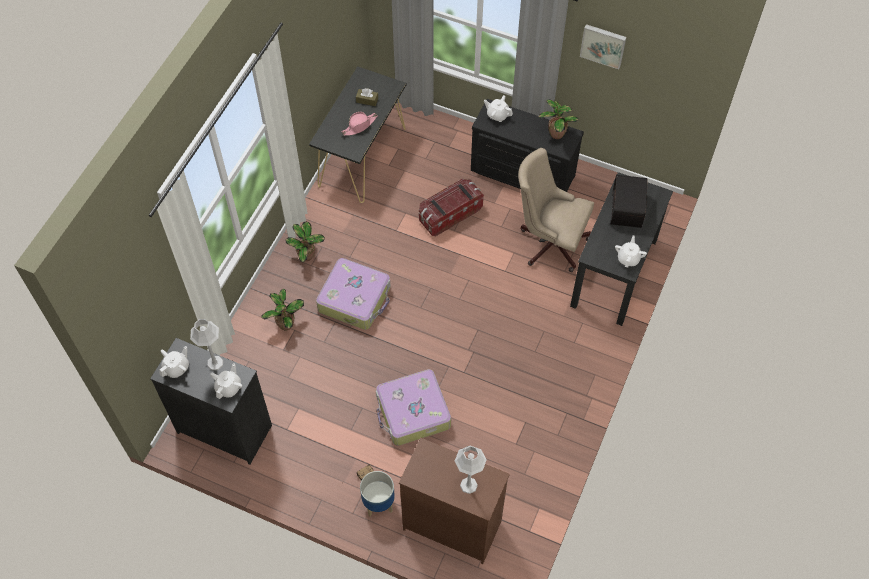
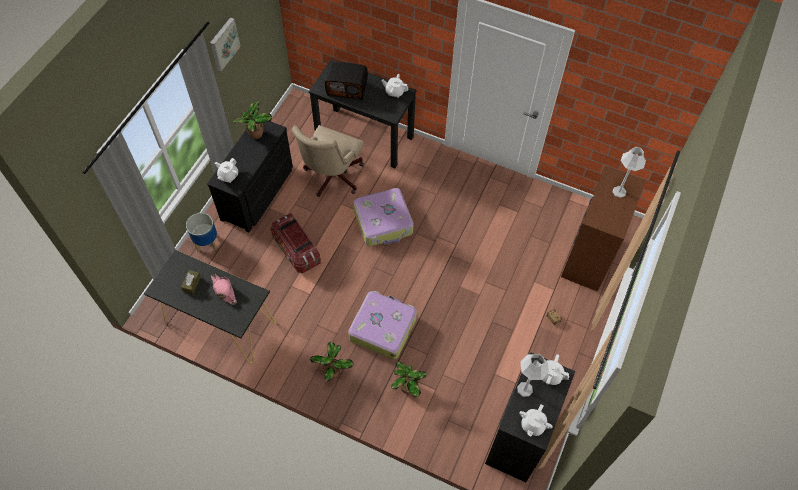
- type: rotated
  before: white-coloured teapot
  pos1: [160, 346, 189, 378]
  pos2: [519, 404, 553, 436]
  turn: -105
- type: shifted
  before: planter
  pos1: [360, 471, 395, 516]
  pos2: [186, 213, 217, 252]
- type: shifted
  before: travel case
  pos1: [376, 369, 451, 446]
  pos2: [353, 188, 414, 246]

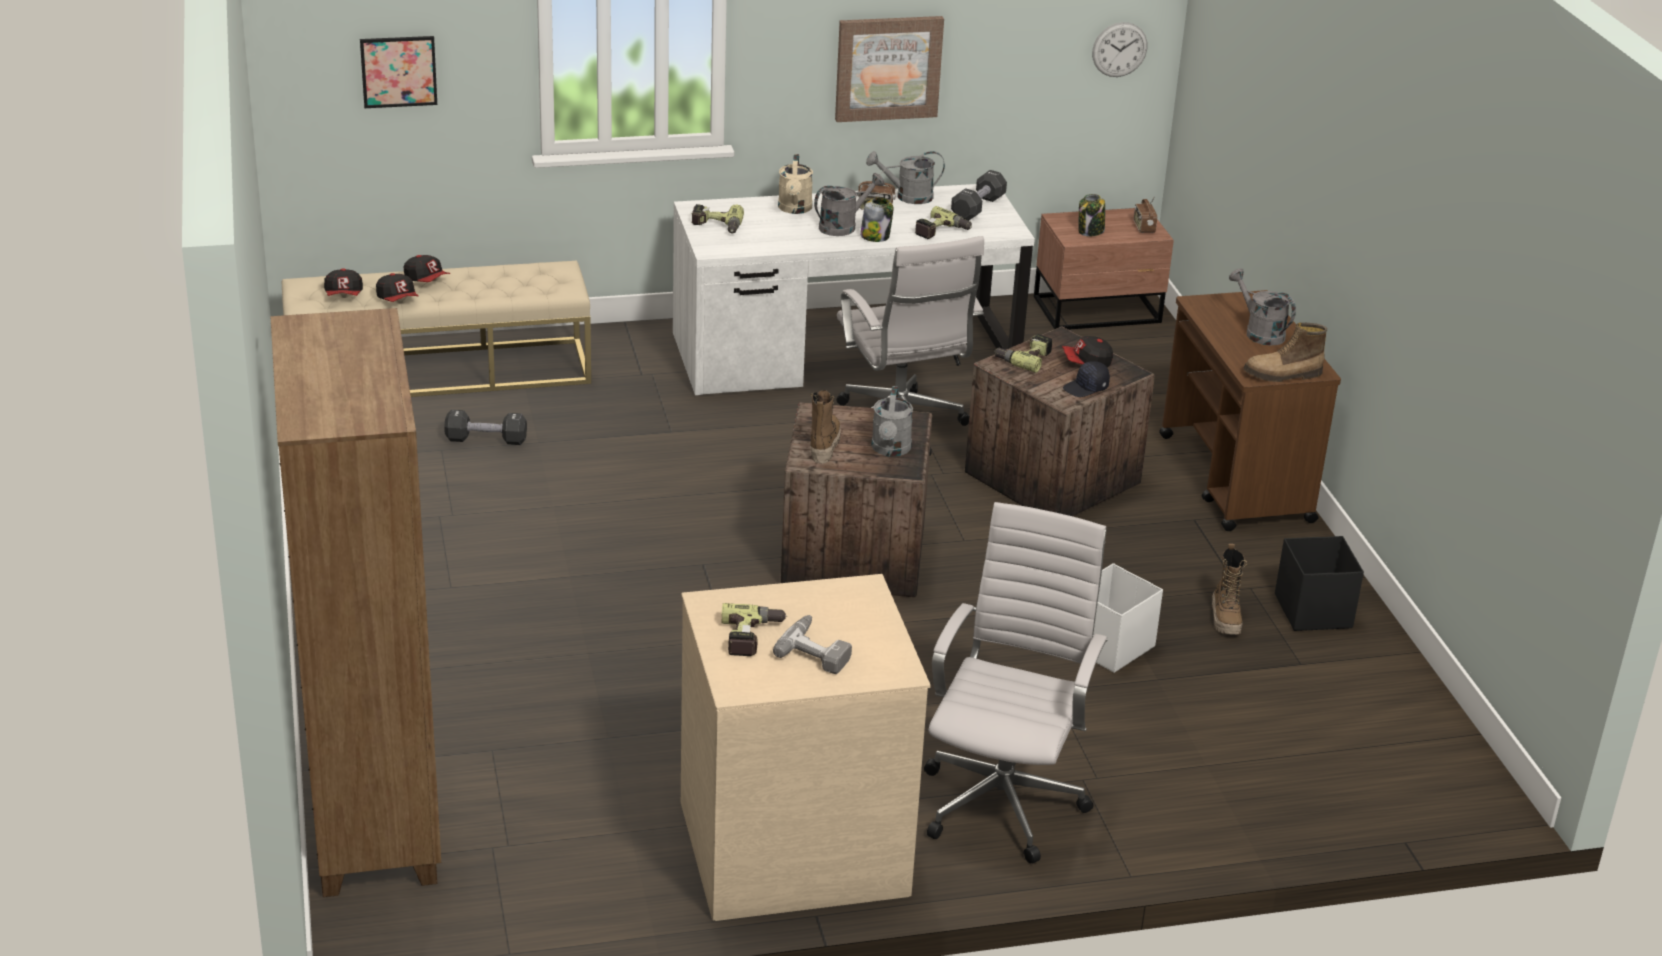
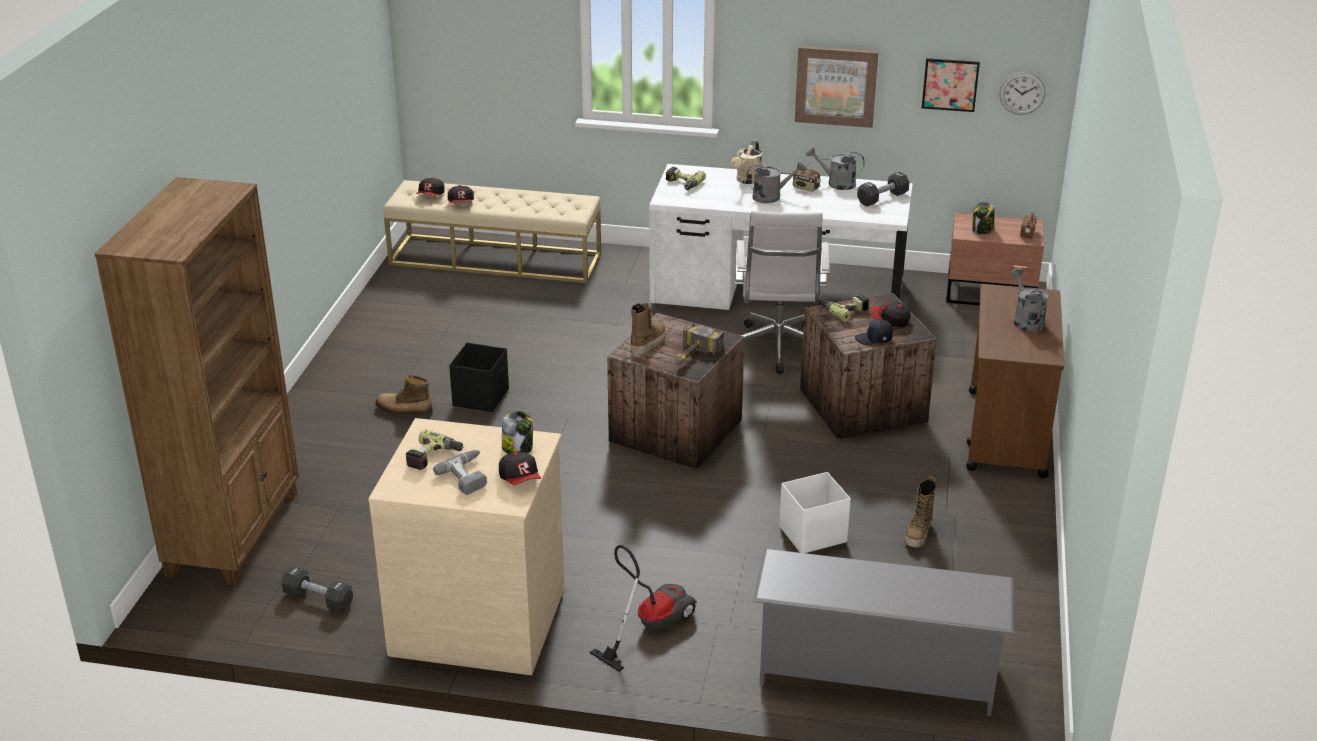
- type: shifted
  before: wall picture
  pos1: [360, 36, 437, 108]
  pos2: [922, 58, 980, 112]
- type: shifted
  before: baseball cap
  pos1: [404, 255, 450, 282]
  pos2: [499, 452, 541, 485]
- type: shifted
  before: black-coloured dumbbell
  pos1: [444, 410, 527, 445]
  pos2: [282, 566, 353, 612]
- type: shifted
  before: jar
  pos1: [860, 197, 894, 242]
  pos2: [502, 411, 533, 454]
- type: swapped
  before: grey watering can
  after: tool hammer
  pos1: [871, 386, 913, 457]
  pos2: [675, 323, 724, 364]
- type: gone
  before: drill
  pos1: [915, 206, 972, 239]
- type: swapped
  before: white-coloured desk chair
  after: vacuum cleaner
  pos1: [924, 502, 1108, 863]
  pos2: [589, 545, 697, 672]
- type: shifted
  before: tall boot
  pos1: [1243, 322, 1327, 382]
  pos2: [375, 375, 433, 417]
- type: shifted
  before: black-coloured storage container
  pos1: [1275, 536, 1364, 631]
  pos2: [449, 343, 509, 412]
- type: new
  after: grey shoe stand
  pos2: [753, 549, 1014, 716]

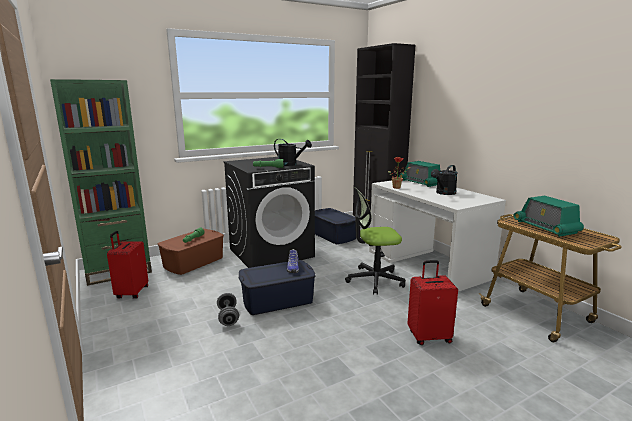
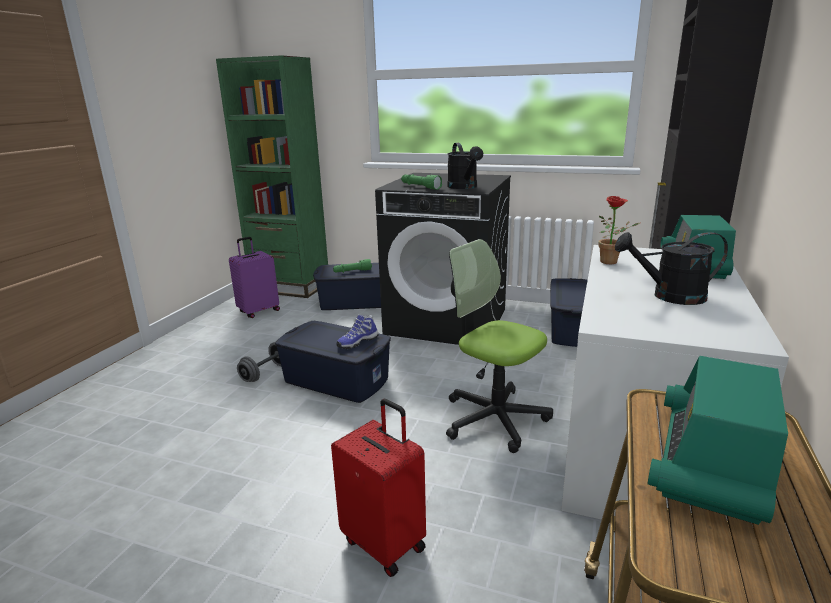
- type: repainted
  before: red travel case
  after: purplish travel case
  pos1: [107, 231, 148, 299]
  pos2: [229, 237, 280, 318]
- type: repainted
  before: brown-coloured storage container
  after: blue storage container
  pos1: [158, 229, 224, 275]
  pos2: [313, 263, 381, 310]

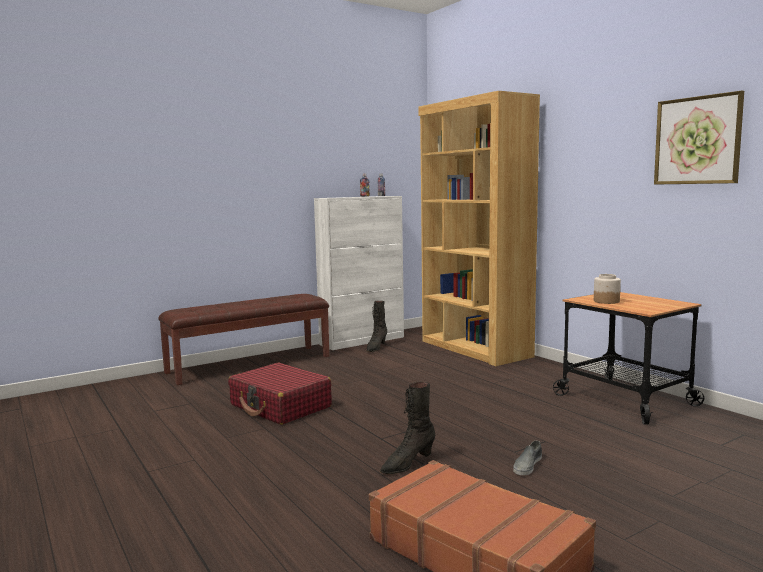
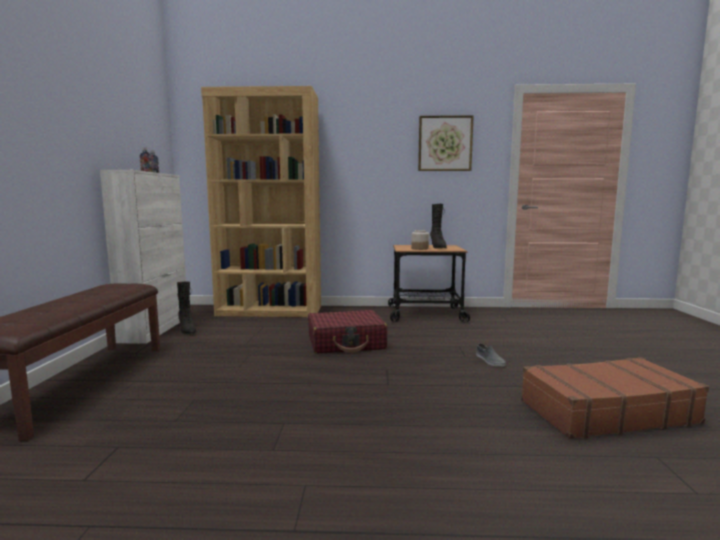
- type: shifted
  before: red travel case
  pos1: [228, 362, 332, 425]
  pos2: [308, 310, 387, 353]
- type: shifted
  before: black-coloured tall boot
  pos1: [380, 382, 435, 474]
  pos2: [430, 204, 447, 248]

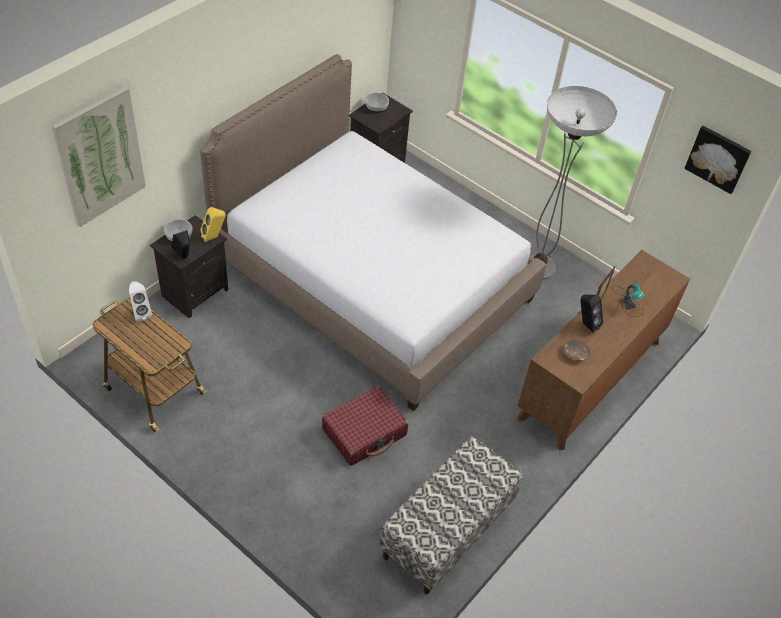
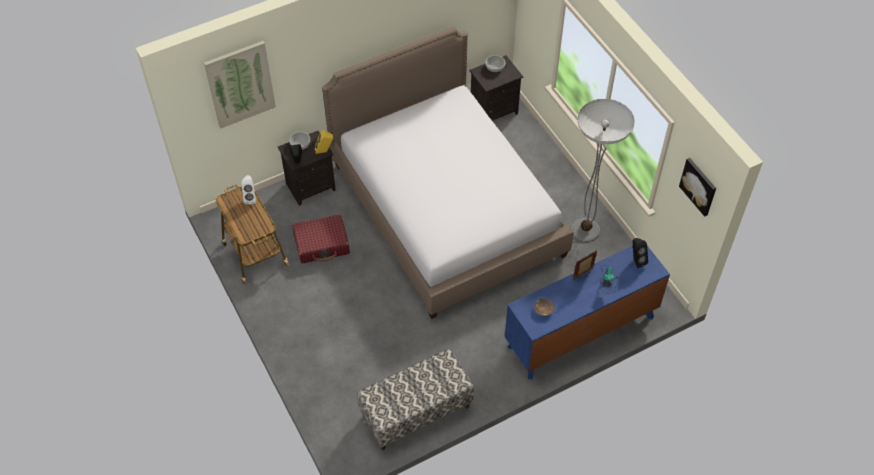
- type: shifted
  before: red travel case
  pos1: [322, 386, 408, 466]
  pos2: [292, 214, 350, 263]
- type: repainted
  before: brown-coloured dresser
  after: blue dresser
  pos1: [517, 250, 690, 451]
  pos2: [505, 246, 670, 379]
- type: shifted
  before: black-coloured loudspeaker
  pos1: [581, 295, 603, 333]
  pos2: [633, 238, 648, 268]

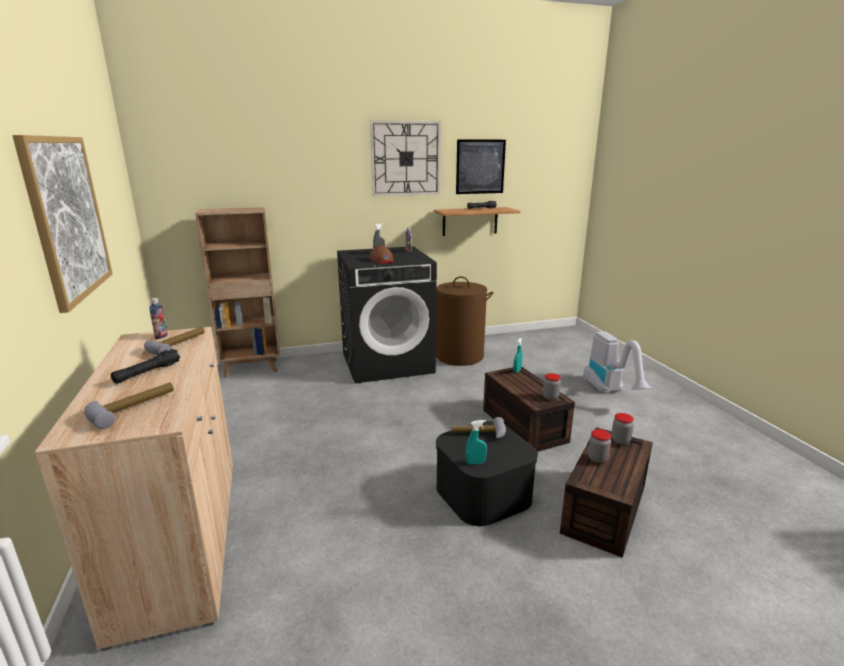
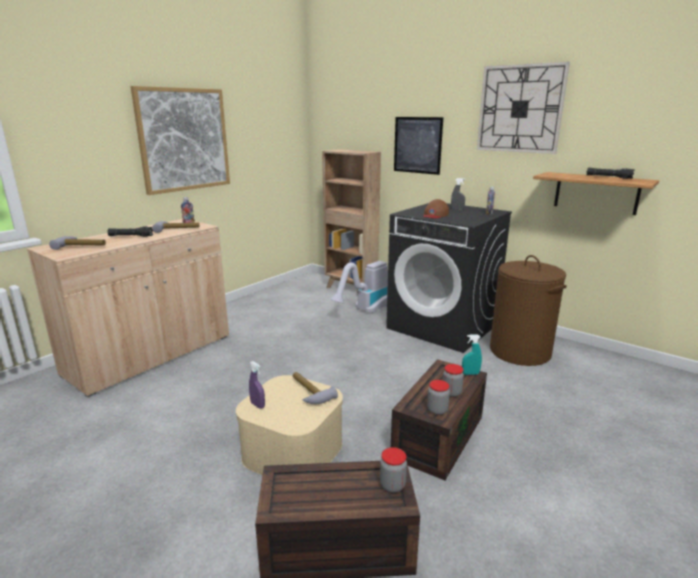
- type: repainted
  before: black-coloured storage container
  after: sand-coloured storage container
  pos1: [436, 421, 538, 526]
  pos2: [236, 375, 343, 475]
- type: shifted
  before: wall picture
  pos1: [456, 140, 506, 194]
  pos2: [394, 117, 443, 175]
- type: repainted
  before: turquoise-coloured sprayer
  after: purplish sprayer
  pos1: [466, 420, 487, 465]
  pos2: [249, 361, 265, 409]
- type: shifted
  before: vacuum cleaner
  pos1: [583, 331, 651, 392]
  pos2: [330, 261, 388, 314]
- type: shifted
  before: jar
  pos1: [588, 429, 611, 463]
  pos2: [443, 364, 464, 397]

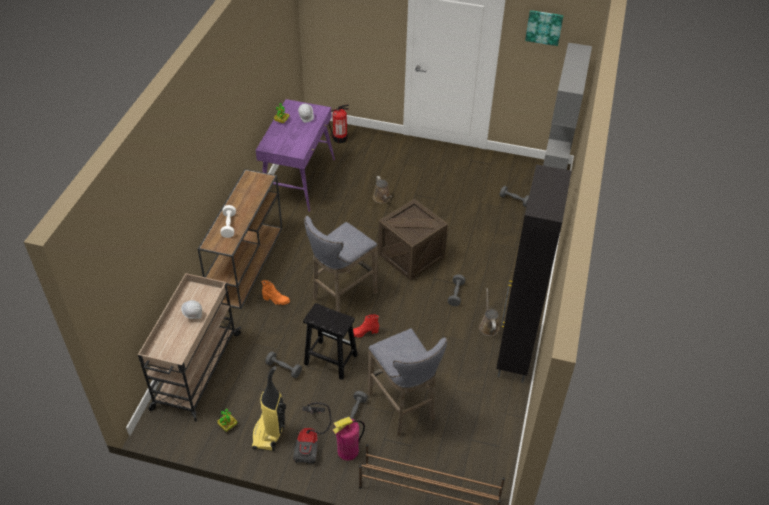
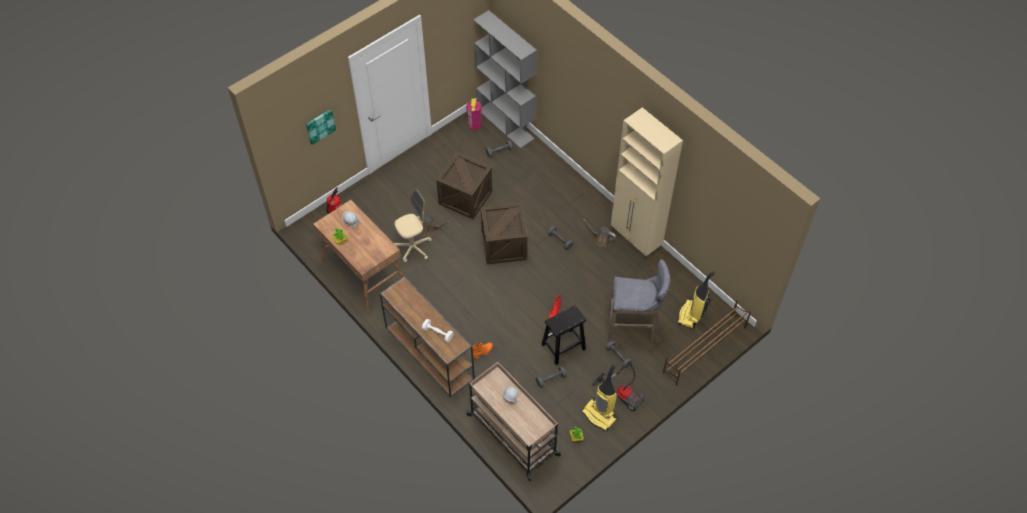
- type: repainted
  before: purplish desk table
  after: brown-coloured desk table
  pos1: [256, 99, 335, 212]
  pos2: [313, 200, 404, 310]
- type: gone
  before: grey sitting stool
  pos1: [304, 216, 378, 312]
- type: shifted
  before: fire extinguisher
  pos1: [333, 417, 365, 461]
  pos2: [466, 98, 482, 130]
- type: repainted
  before: black-coloured storage cabinet
  after: sand-coloured storage cabinet
  pos1: [496, 164, 572, 383]
  pos2: [611, 107, 683, 261]
- type: shifted
  before: wall picture
  pos1: [525, 10, 564, 46]
  pos2: [306, 109, 336, 145]
- type: new
  after: sand-coloured desk chair
  pos2: [394, 189, 432, 263]
- type: new
  after: crate
  pos2: [436, 152, 492, 219]
- type: new
  after: vacuum cleaner
  pos2: [678, 271, 715, 329]

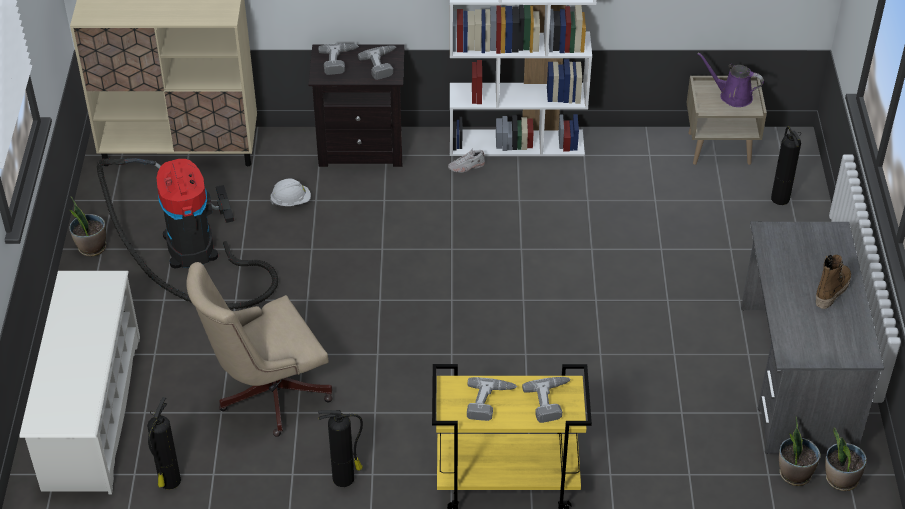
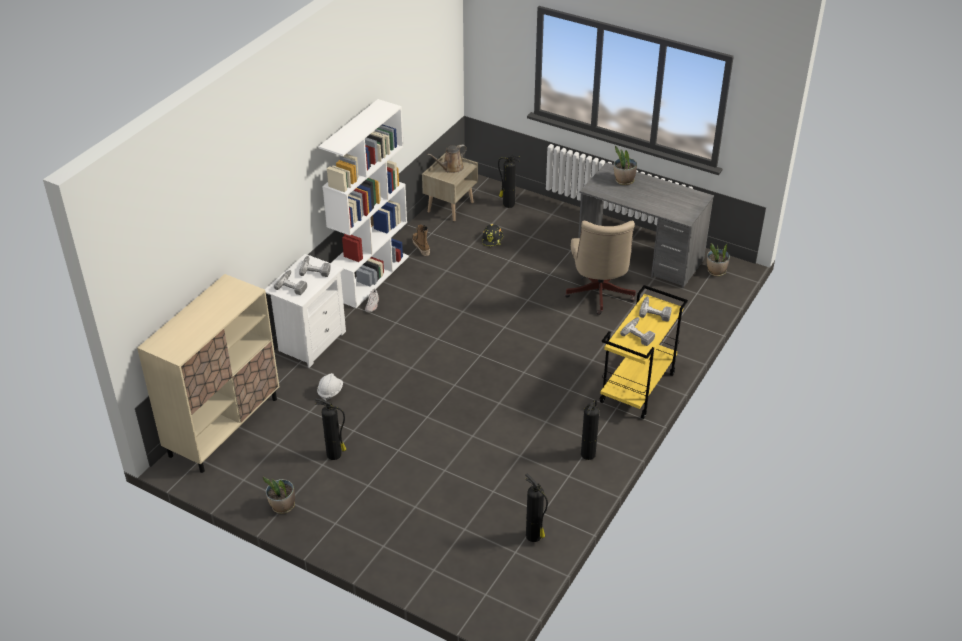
- type: gone
  before: white-coloured shoe stand
  pos1: [19, 271, 140, 495]
- type: swapped
  before: vacuum cleaner
  after: fire extinguisher
  pos1: [97, 158, 278, 309]
  pos2: [315, 398, 347, 460]
- type: shifted
  before: sand-coloured desk chair
  pos1: [186, 262, 332, 437]
  pos2: [565, 221, 636, 315]
- type: repainted
  before: black-coloured nightstand
  after: white-coloured nightstand
  pos1: [309, 44, 405, 167]
  pos2: [265, 254, 346, 368]
- type: repainted
  before: purplish watering can
  after: brown-coloured watering can
  pos1: [697, 52, 764, 107]
  pos2: [427, 144, 467, 173]
- type: shifted
  before: houseplant
  pos1: [779, 417, 820, 486]
  pos2: [614, 145, 637, 185]
- type: shifted
  before: tall boot
  pos1: [816, 255, 851, 309]
  pos2: [412, 224, 430, 256]
- type: new
  after: black-coloured work helmet
  pos2: [482, 224, 503, 246]

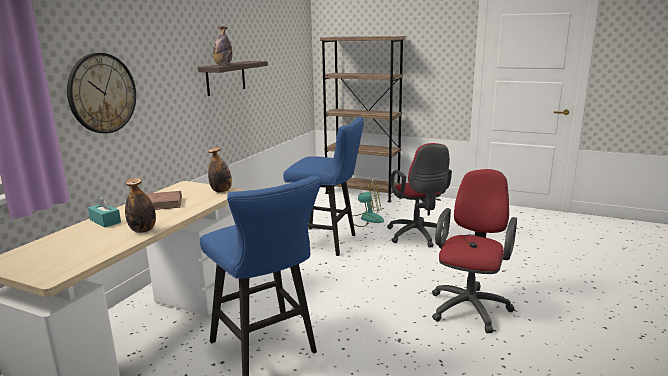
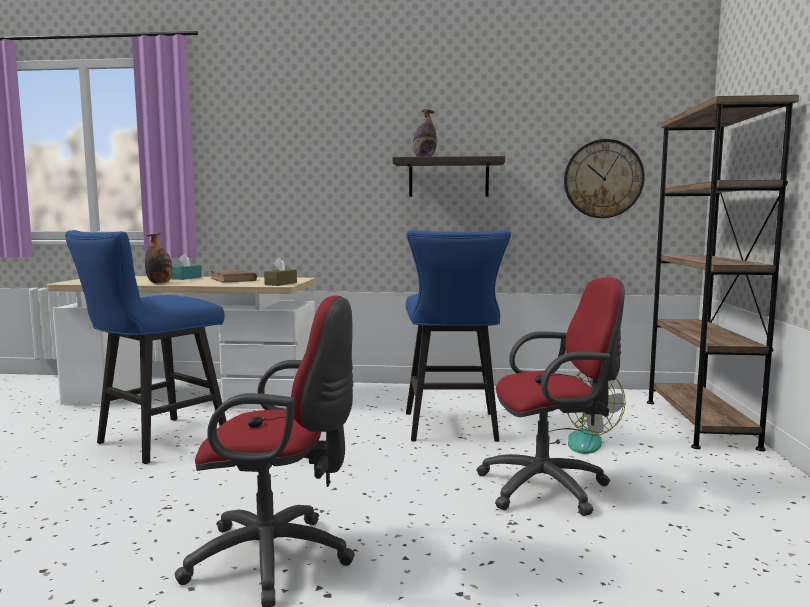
- type: shifted
  before: clock on the wall
  pos1: [67, 53, 136, 133]
  pos2: [564, 139, 645, 218]
- type: swapped
  before: beverage bottle
  after: brown-coloured tissue holder
  pos1: [208, 147, 232, 193]
  pos2: [264, 257, 297, 286]
- type: rotated
  before: red desk chair
  pos1: [387, 143, 452, 248]
  pos2: [476, 277, 625, 516]
  turn: -150

